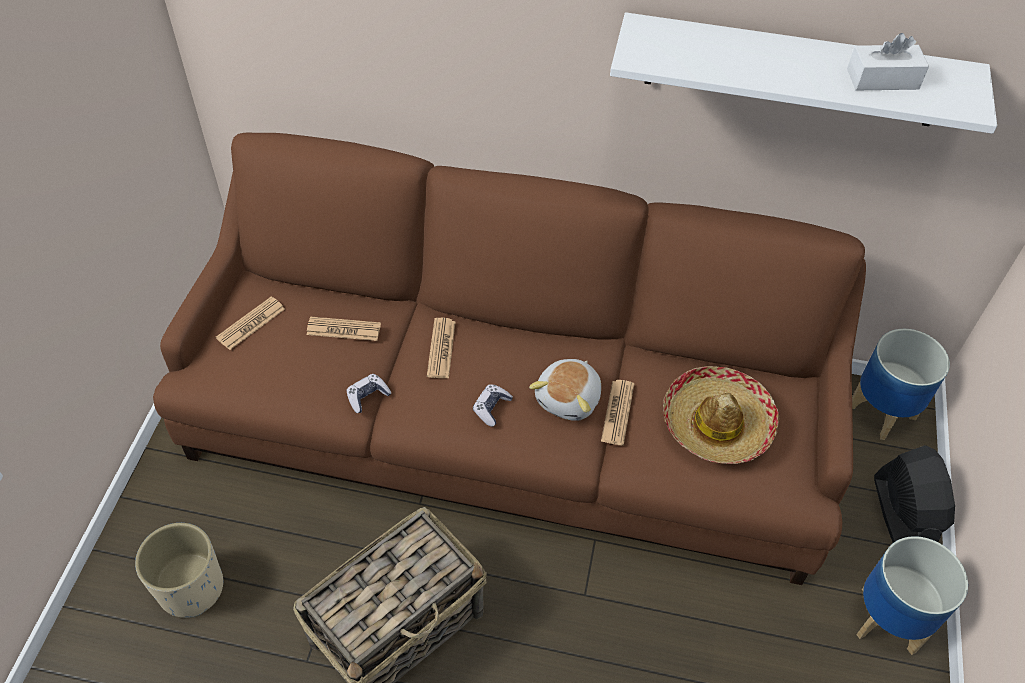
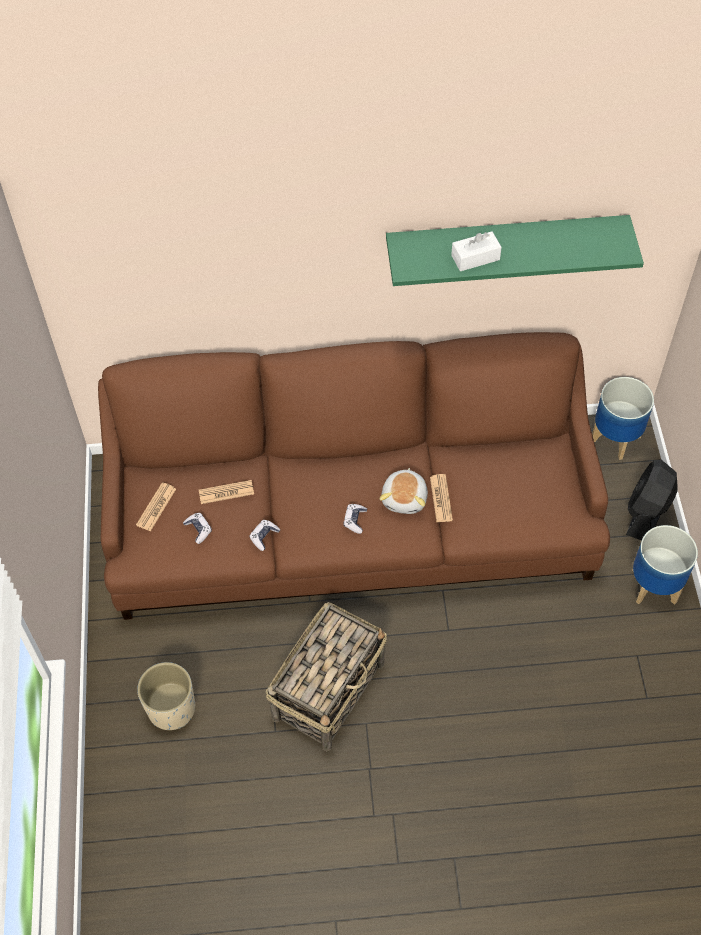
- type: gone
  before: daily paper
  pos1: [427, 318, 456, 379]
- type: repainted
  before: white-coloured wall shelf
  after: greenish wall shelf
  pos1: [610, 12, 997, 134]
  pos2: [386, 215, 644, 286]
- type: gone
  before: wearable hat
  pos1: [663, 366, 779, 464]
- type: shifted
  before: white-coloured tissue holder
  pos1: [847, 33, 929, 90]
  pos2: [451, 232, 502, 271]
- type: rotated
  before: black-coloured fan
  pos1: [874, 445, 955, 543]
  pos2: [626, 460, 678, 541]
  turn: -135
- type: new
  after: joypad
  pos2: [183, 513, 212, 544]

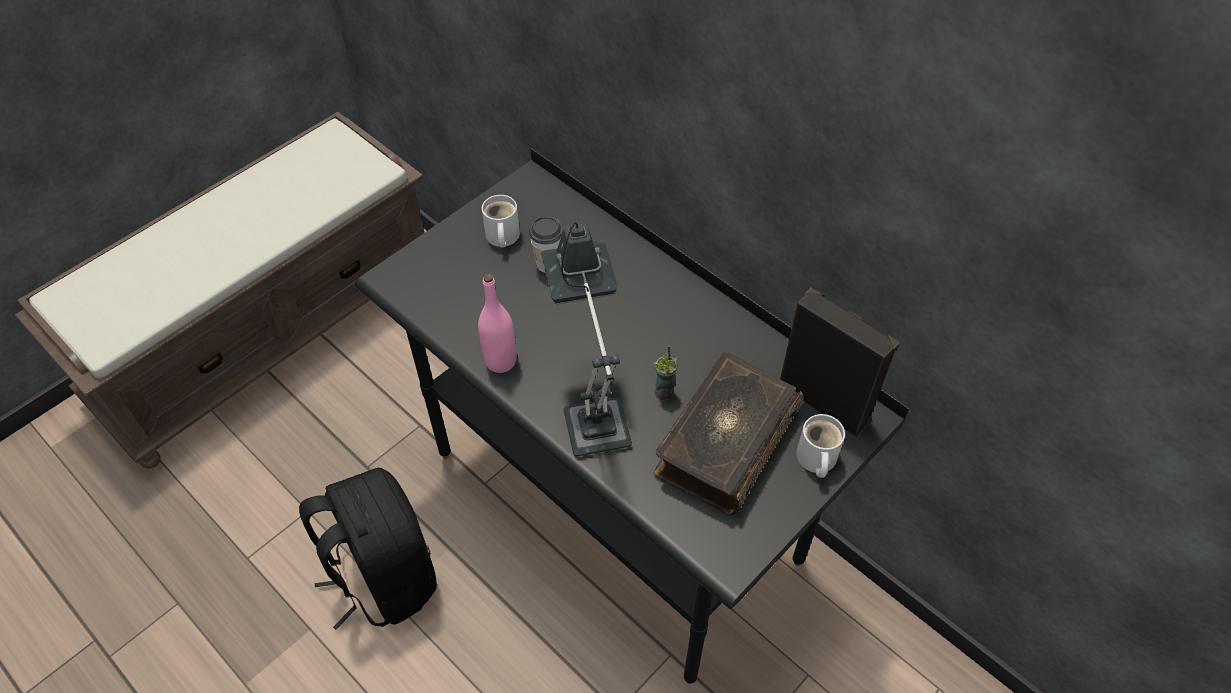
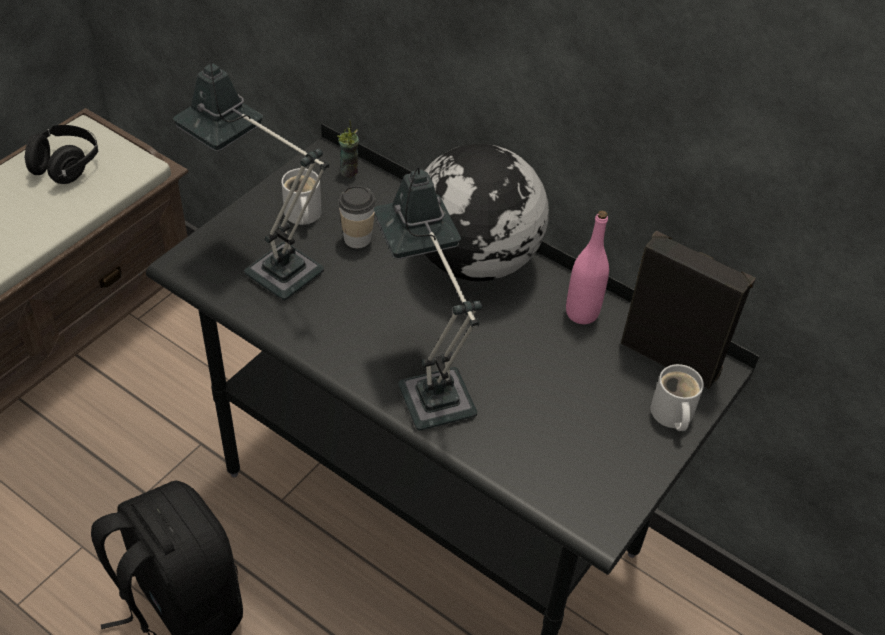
- type: shifted
  before: pinkish beverage bottle
  pos1: [478, 274, 517, 373]
  pos2: [566, 211, 609, 324]
- type: gone
  before: book
  pos1: [653, 353, 804, 515]
- type: shifted
  before: drinking cup
  pos1: [654, 346, 678, 400]
  pos2: [337, 120, 359, 178]
- type: new
  after: black-coloured headset
  pos2: [24, 125, 98, 184]
- type: new
  after: lamp for a table
  pos2: [173, 61, 329, 300]
- type: new
  after: world globe
  pos2: [425, 144, 549, 281]

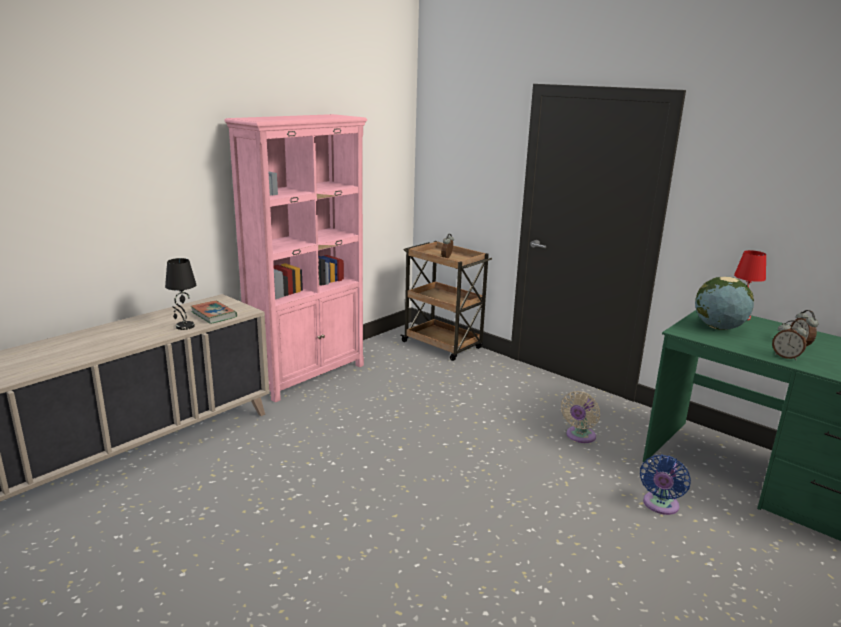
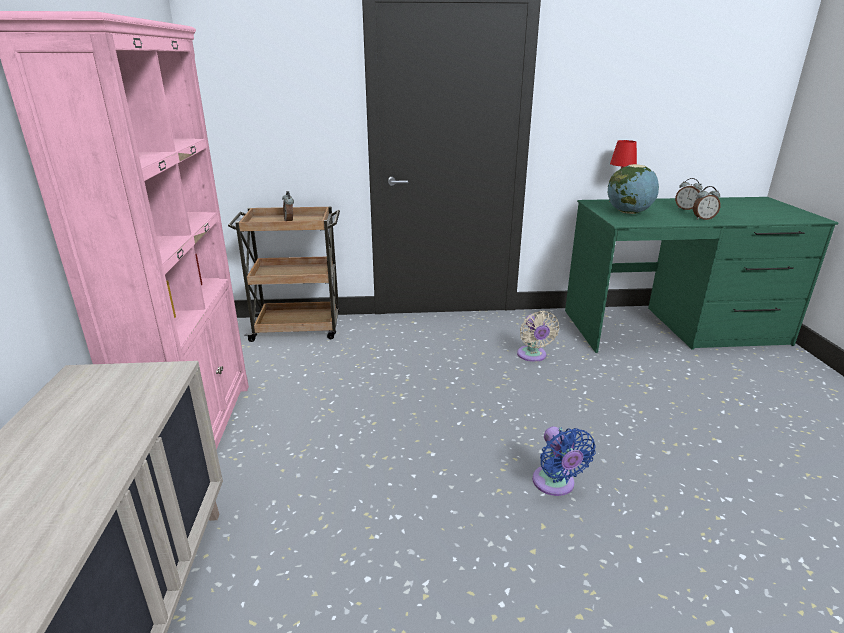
- type: gone
  before: black-coloured lamp for a table
  pos1: [165, 258, 196, 330]
- type: gone
  before: book
  pos1: [190, 301, 237, 324]
- type: shifted
  before: blue fan
  pos1: [640, 455, 691, 515]
  pos2: [532, 427, 596, 496]

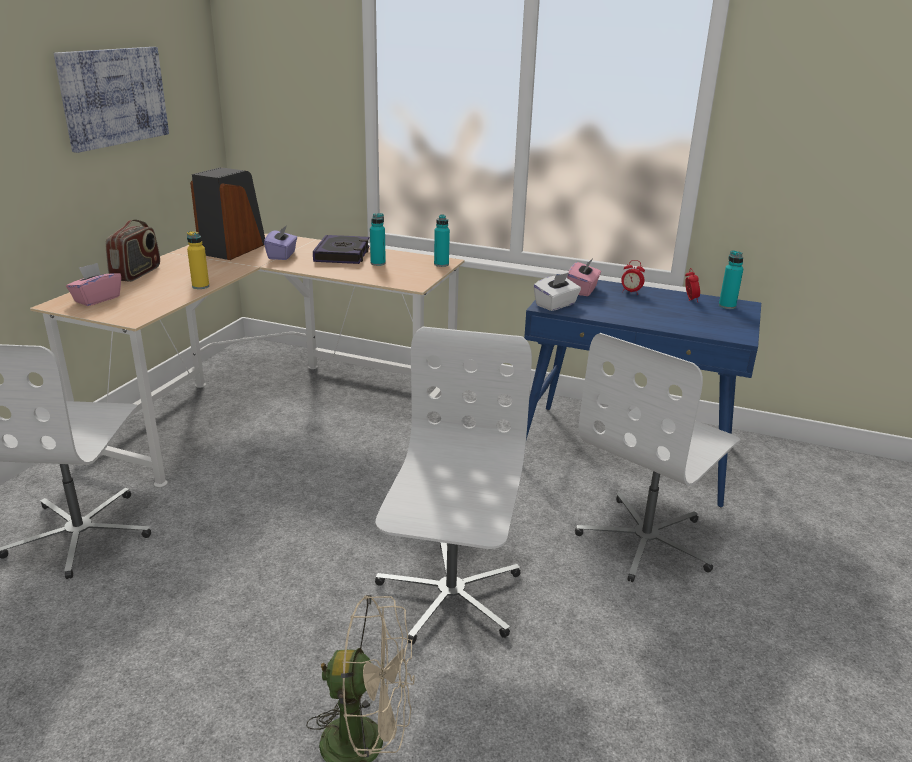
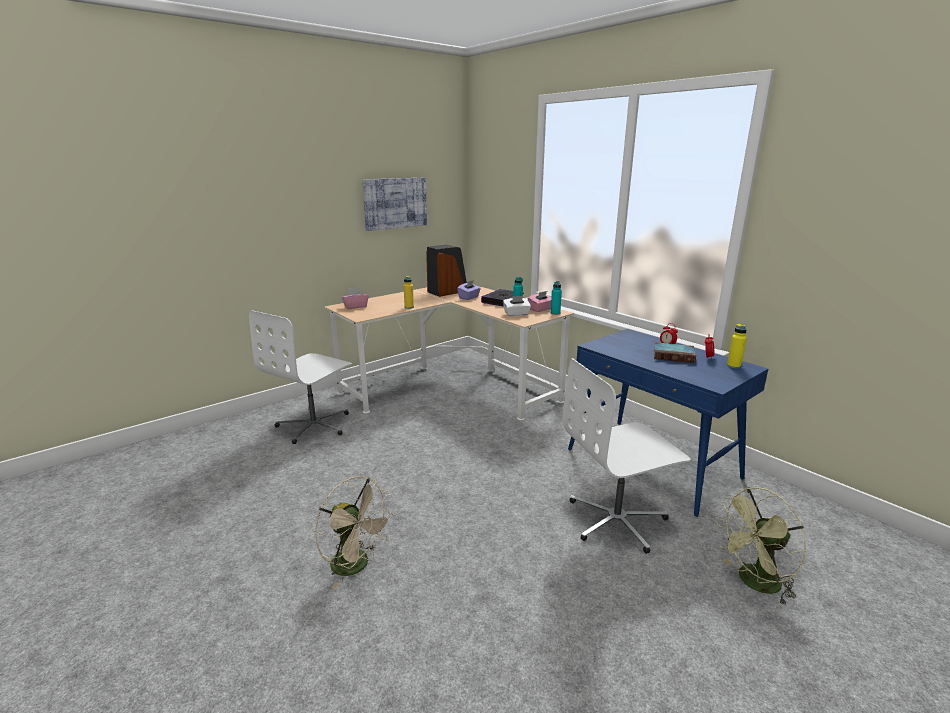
- type: gone
  before: radio receiver
  pos1: [106, 219, 160, 282]
- type: gone
  before: white-coloured desk chair
  pos1: [375, 327, 532, 644]
- type: shifted
  before: white-coloured tissue holder
  pos1: [533, 273, 581, 311]
  pos2: [503, 296, 531, 316]
- type: shifted
  before: pinkish tissue holder
  pos1: [567, 258, 601, 296]
  pos2: [528, 291, 551, 312]
- type: repainted
  before: turquoise-coloured beverage bottle
  after: yellowish beverage bottle
  pos1: [719, 250, 743, 309]
  pos2: [727, 323, 747, 369]
- type: new
  after: book
  pos2: [654, 342, 696, 363]
- type: new
  after: greenish fan
  pos2: [715, 487, 806, 605]

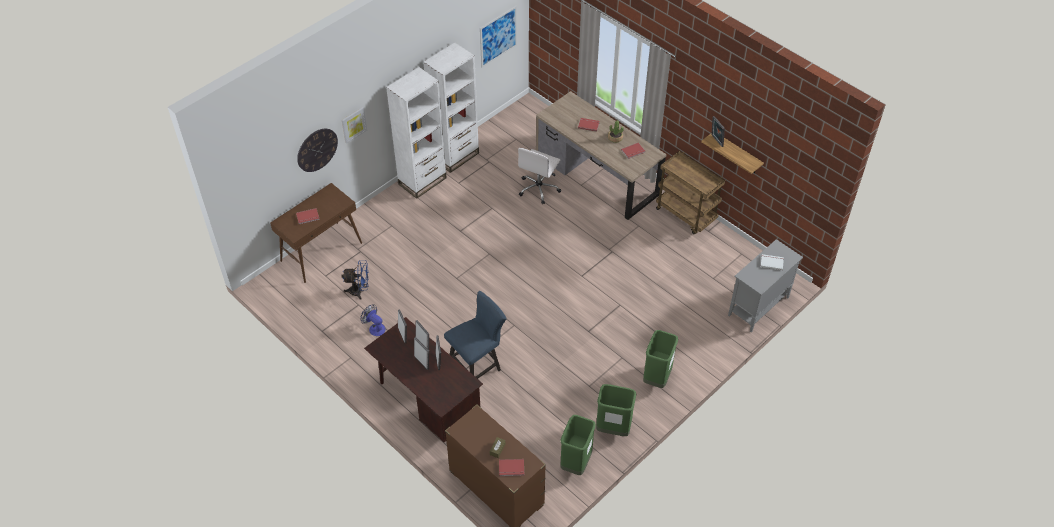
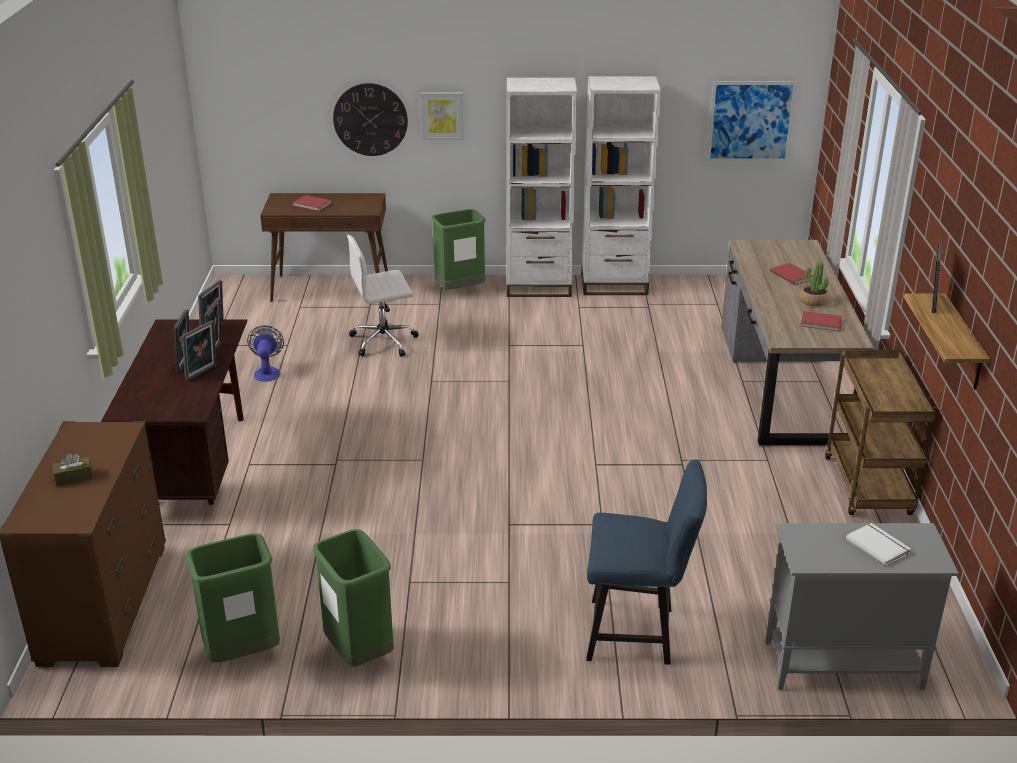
- type: gone
  before: blue fan
  pos1: [342, 260, 369, 300]
- type: shifted
  before: blue chair
  pos1: [444, 291, 507, 379]
  pos2: [586, 459, 707, 665]
- type: gone
  before: red book
  pos1: [499, 459, 524, 476]
- type: shifted
  before: white-coloured desk chair
  pos1: [518, 148, 561, 204]
  pos2: [347, 234, 419, 357]
- type: shifted
  before: greenish rubbish bin
  pos1: [643, 330, 678, 388]
  pos2: [431, 209, 486, 289]

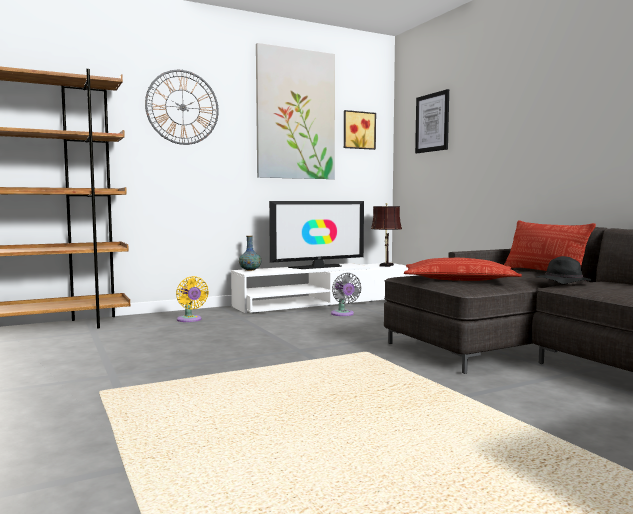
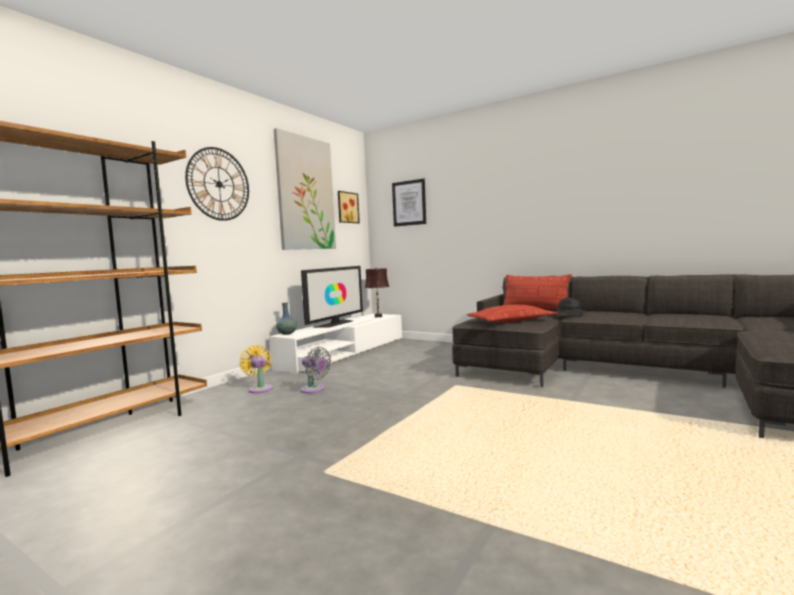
- type: rotated
  before: yellowish fan
  pos1: [176, 276, 209, 322]
  pos2: [240, 345, 273, 393]
  turn: -150
- type: shifted
  before: grey fan
  pos1: [331, 273, 361, 316]
  pos2: [300, 347, 331, 393]

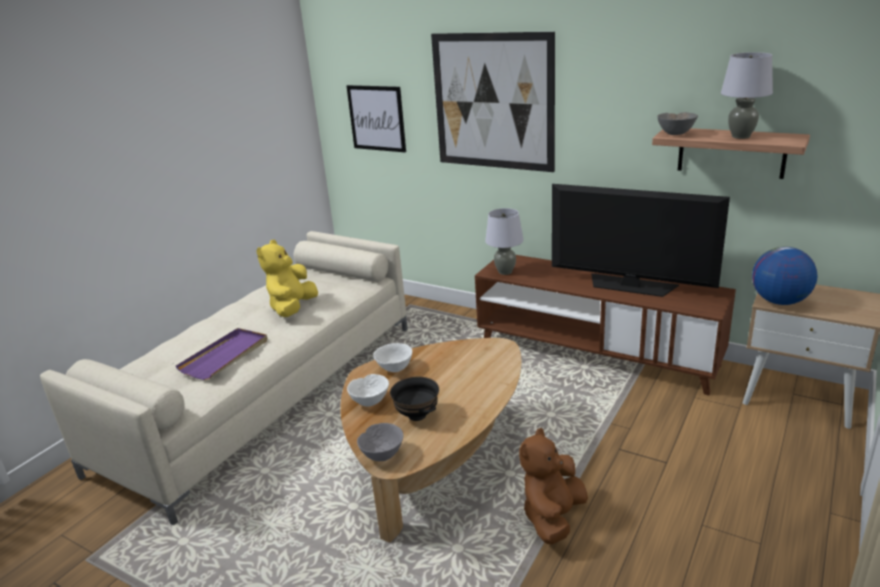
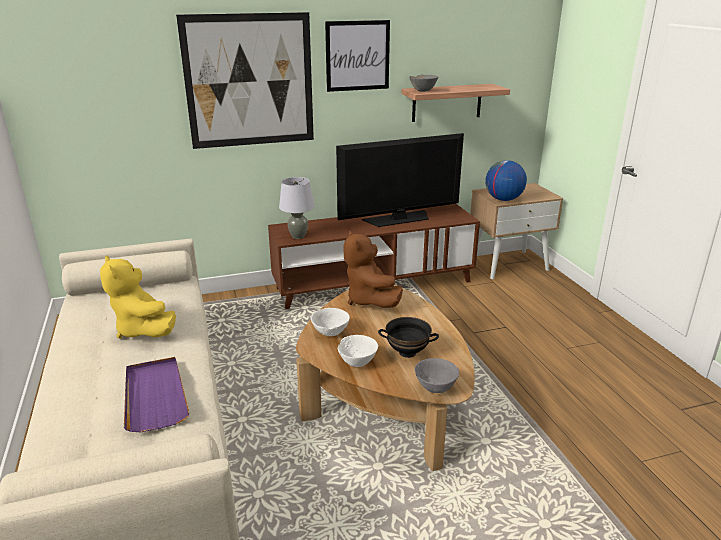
- type: shifted
  before: wall picture
  pos1: [347, 85, 406, 152]
  pos2: [325, 20, 390, 92]
- type: shifted
  before: brown-coloured plush toy
  pos1: [519, 428, 588, 544]
  pos2: [344, 230, 403, 308]
- type: gone
  before: grey lamp for a table
  pos1: [721, 52, 773, 139]

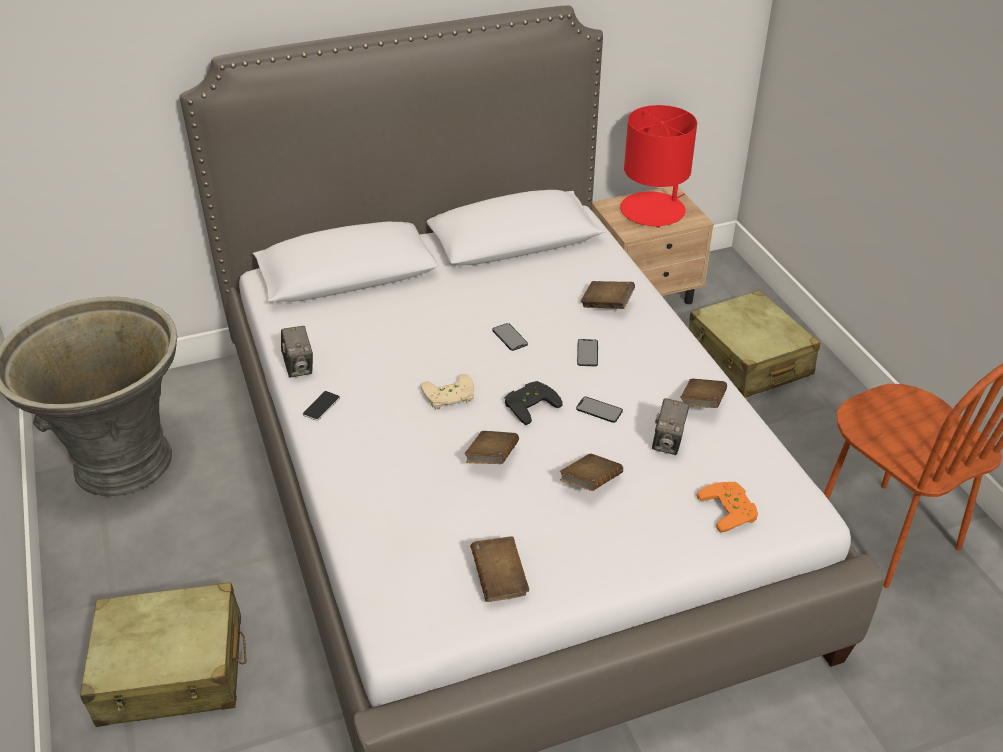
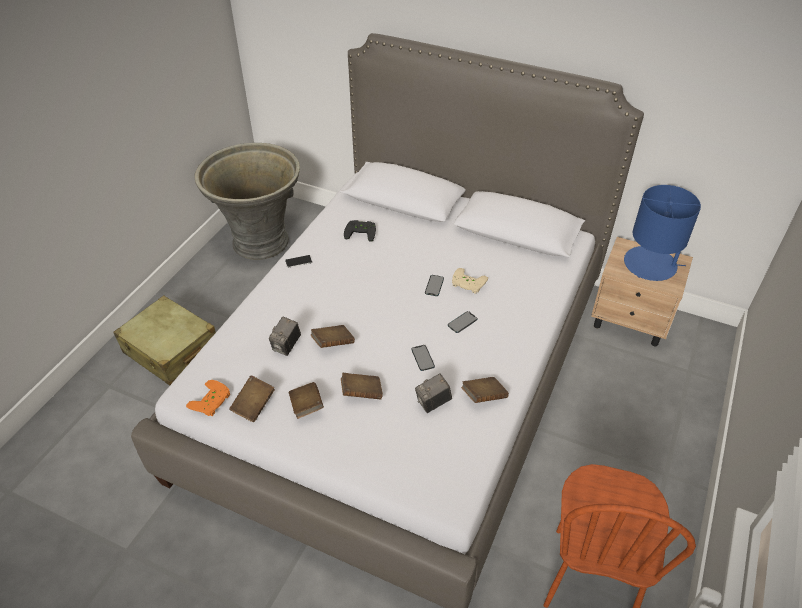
- type: shifted
  before: still camera
  pos1: [281, 326, 313, 378]
  pos2: [269, 317, 301, 356]
- type: shifted
  before: sand-coloured joypad
  pos1: [421, 374, 474, 409]
  pos2: [452, 268, 488, 294]
- type: shifted
  before: black-coloured joypad
  pos1: [505, 381, 563, 425]
  pos2: [344, 220, 376, 242]
- type: shifted
  before: brown-coloured book
  pos1: [581, 281, 635, 309]
  pos2: [289, 382, 324, 419]
- type: repainted
  before: red lamp for a table
  after: blue lamp for a table
  pos1: [620, 105, 697, 228]
  pos2: [624, 185, 701, 281]
- type: gone
  before: sand-coloured travel case
  pos1: [689, 290, 821, 398]
- type: shifted
  before: orangey joypad
  pos1: [697, 482, 758, 532]
  pos2: [186, 380, 230, 416]

